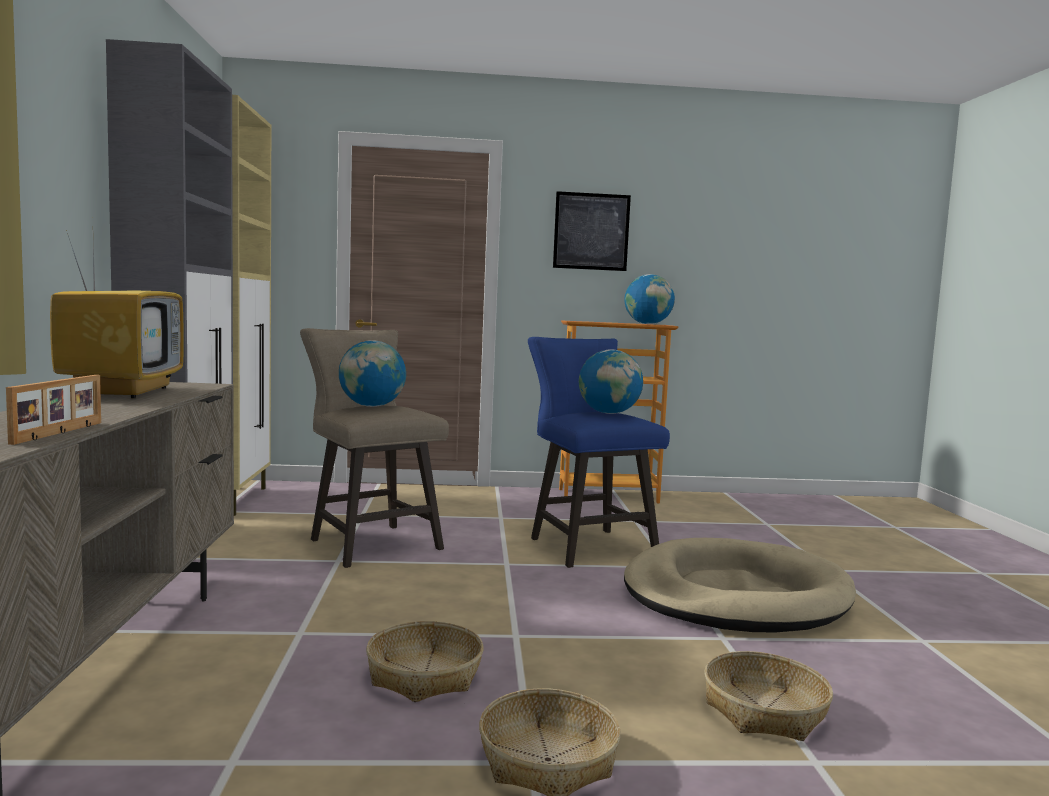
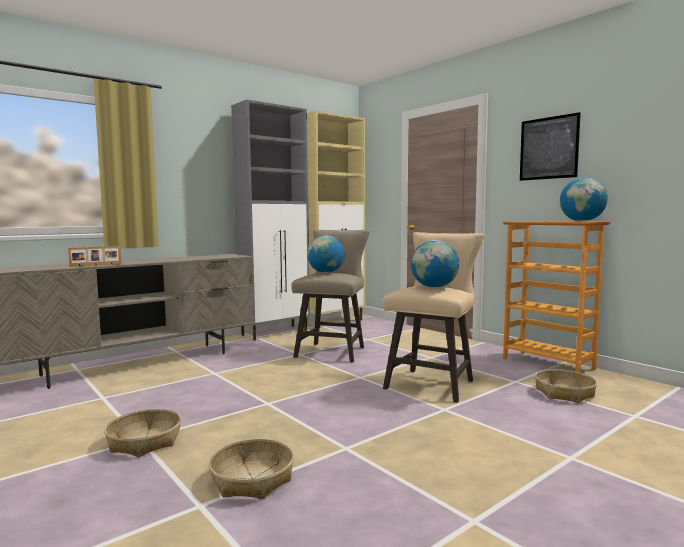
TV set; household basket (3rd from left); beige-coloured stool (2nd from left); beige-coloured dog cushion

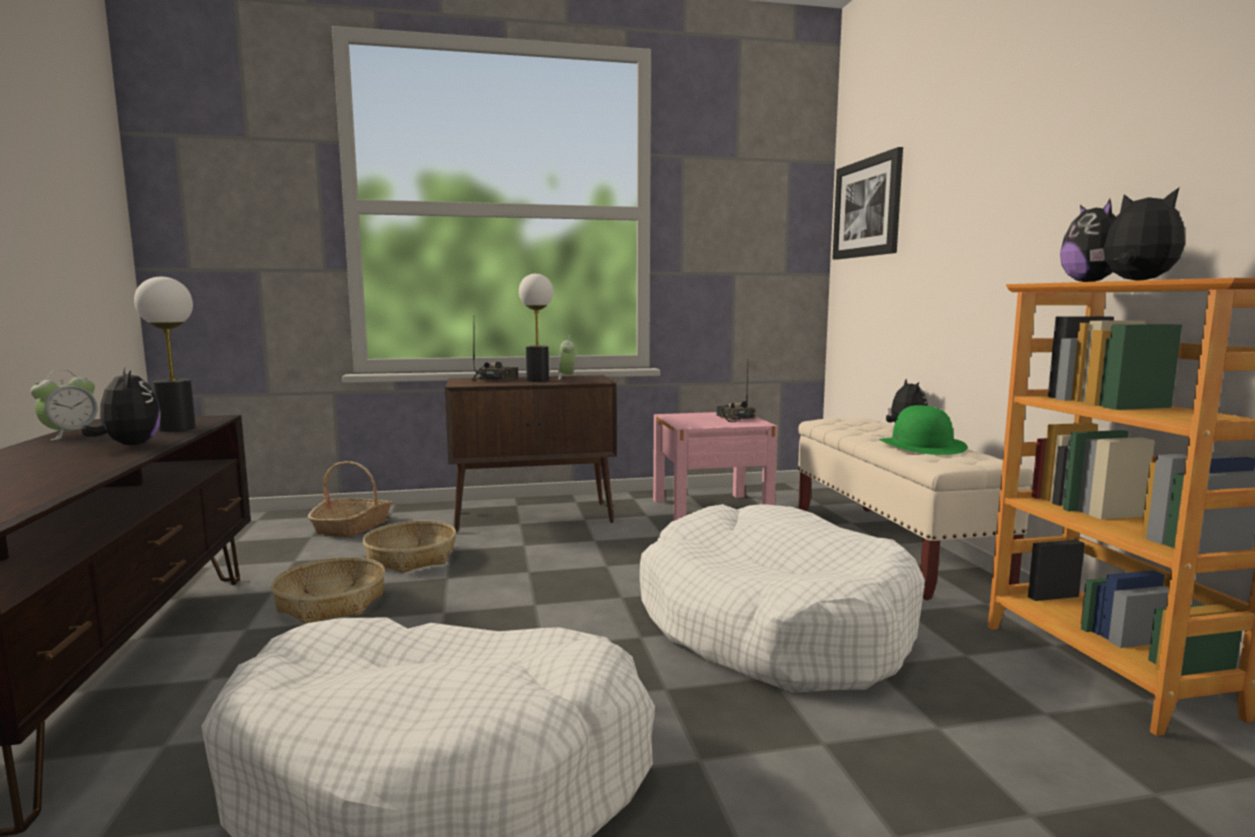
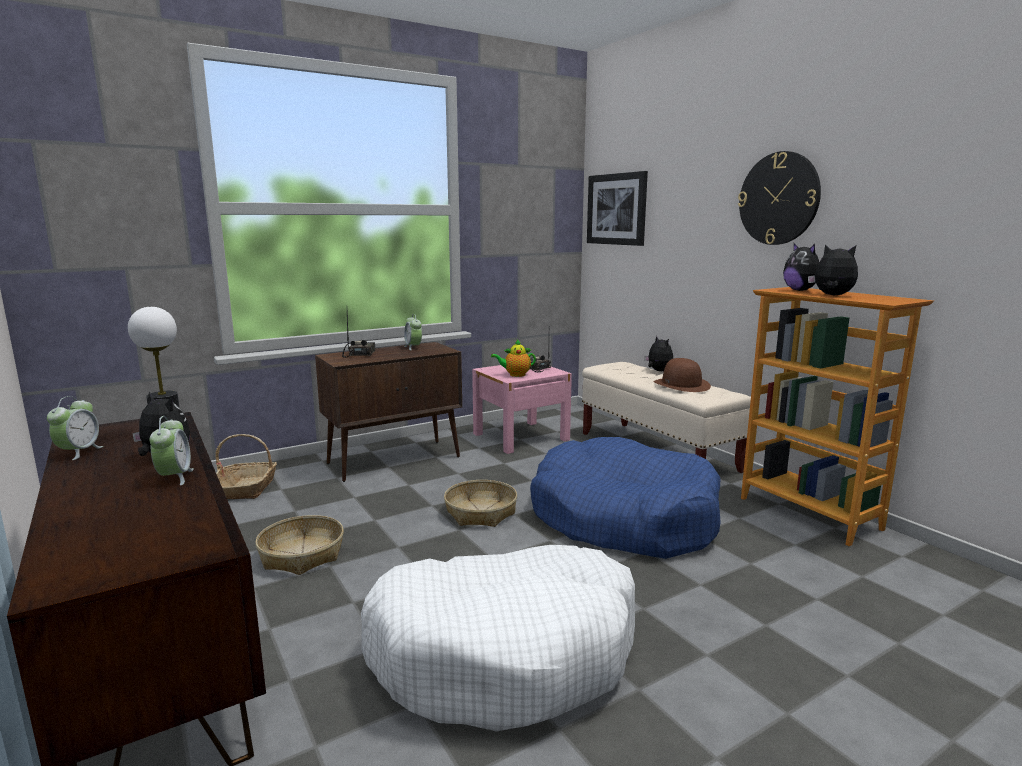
household basket (3rd from left); tabletop lamp (2nd from left in the first image); blue dog cushion; brown-coloured clothing hat; bedside clock (2nd from left); teapot; clock on the wall

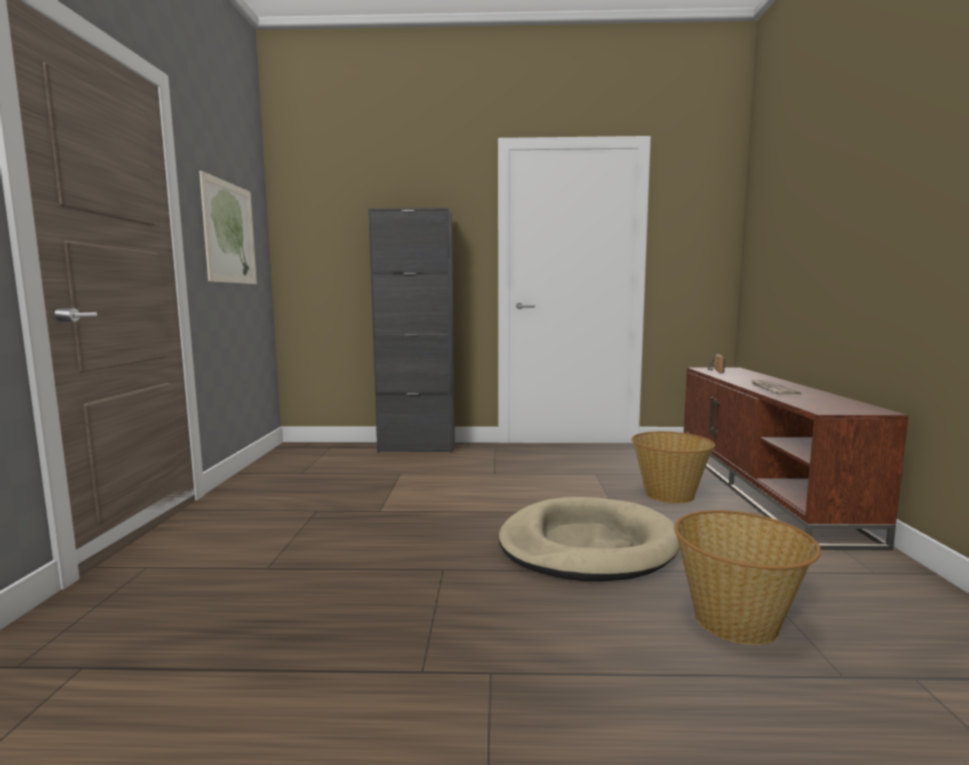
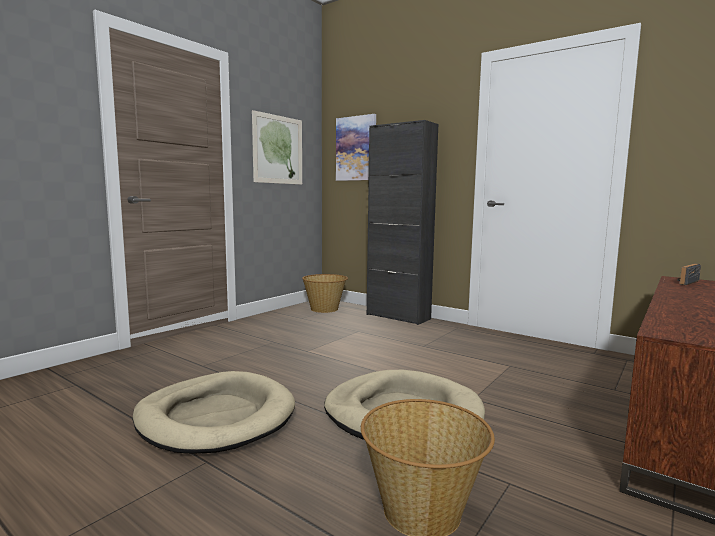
household basket (1st from left); printed paper; beige-coloured dog cushion (1st from left); wall art (2nd from left)

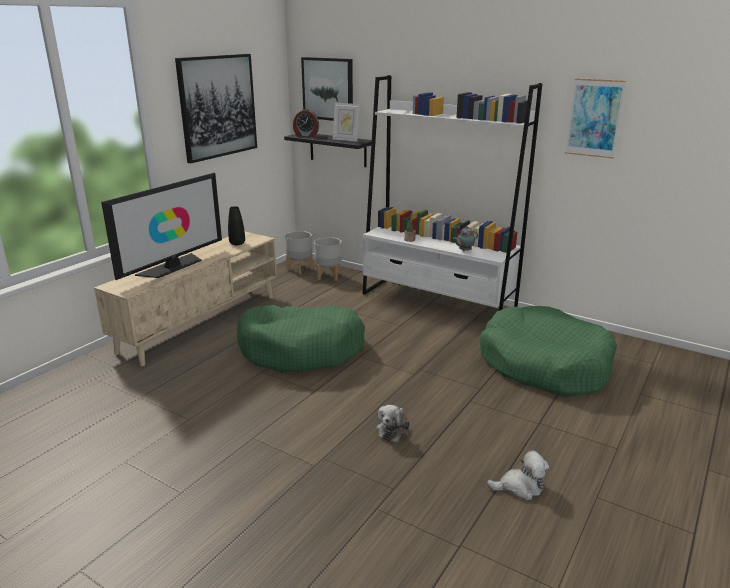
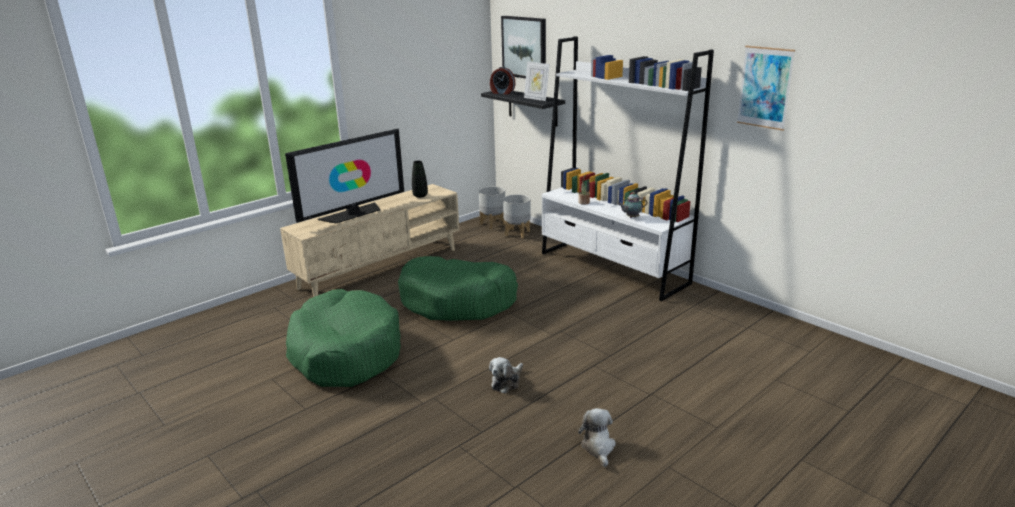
wall art (1st from left in the first image); green-coloured dog cushion (1st from left); plush toy (2nd from left)

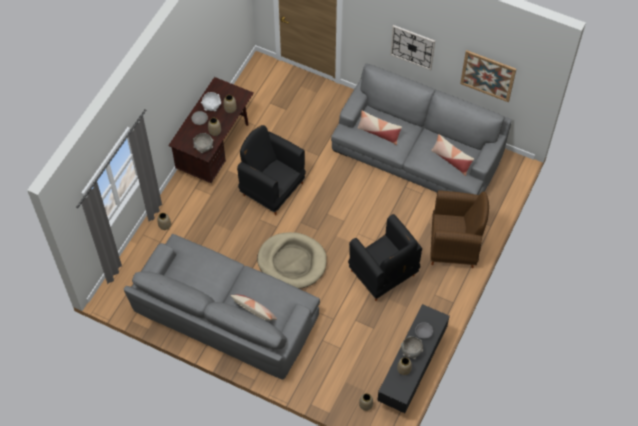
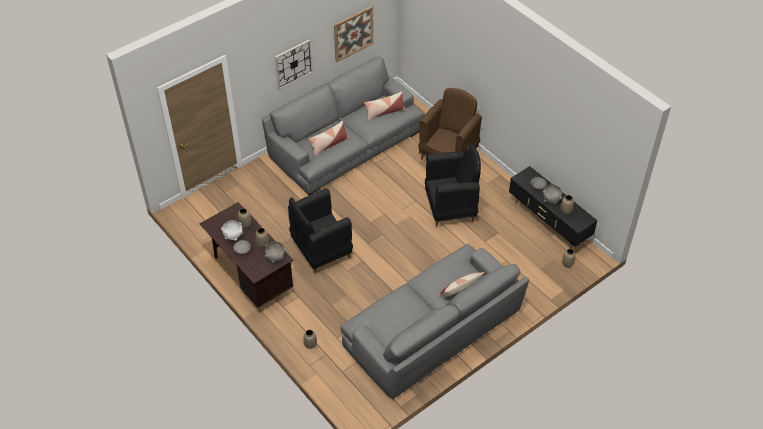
beige-coloured dog cushion

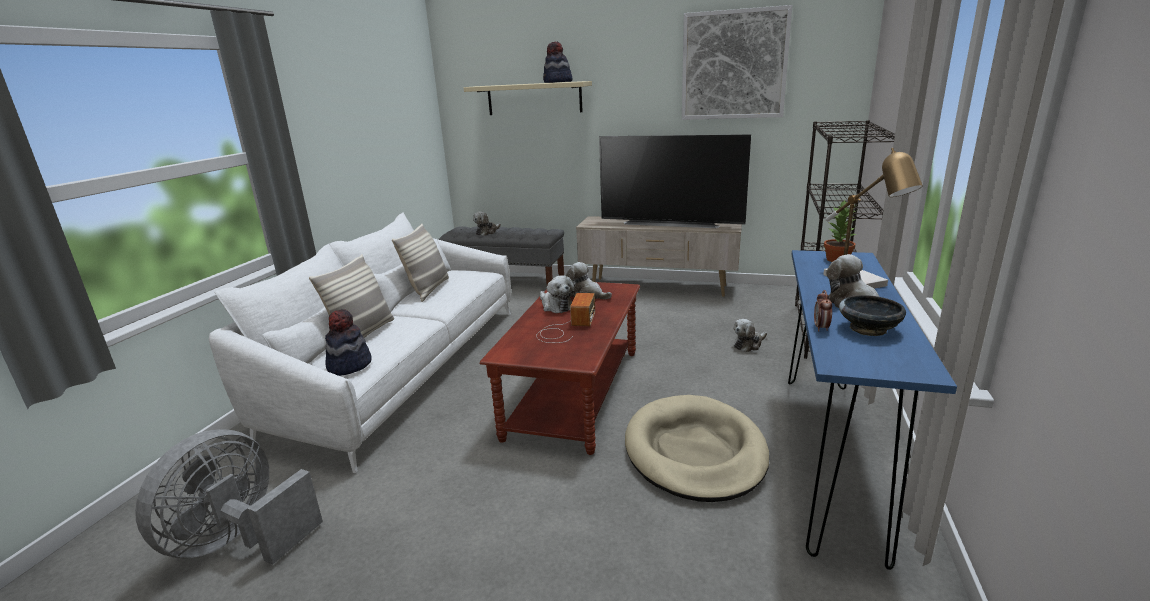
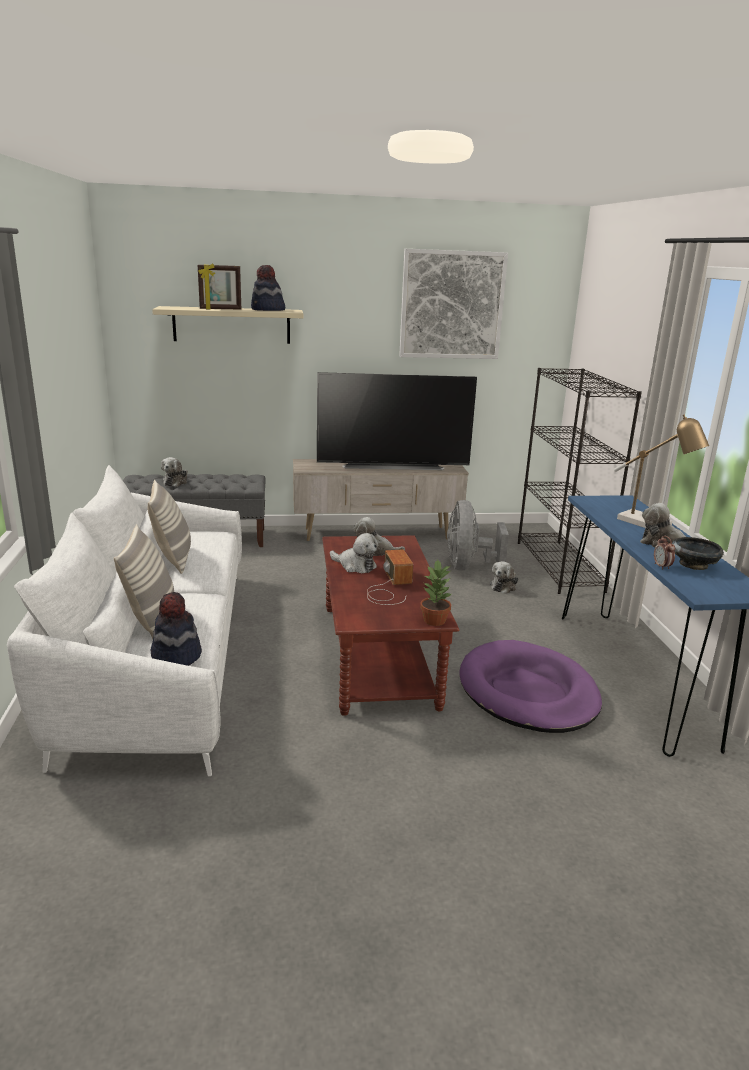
gray cooling fan; purplish dog cushion; houseplant; standing frame

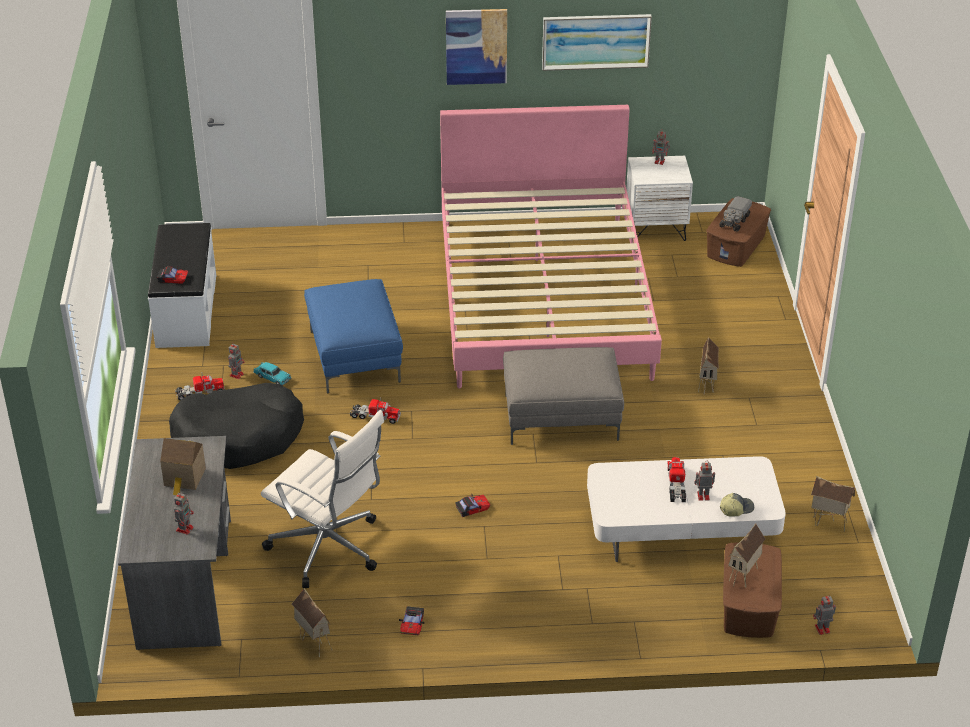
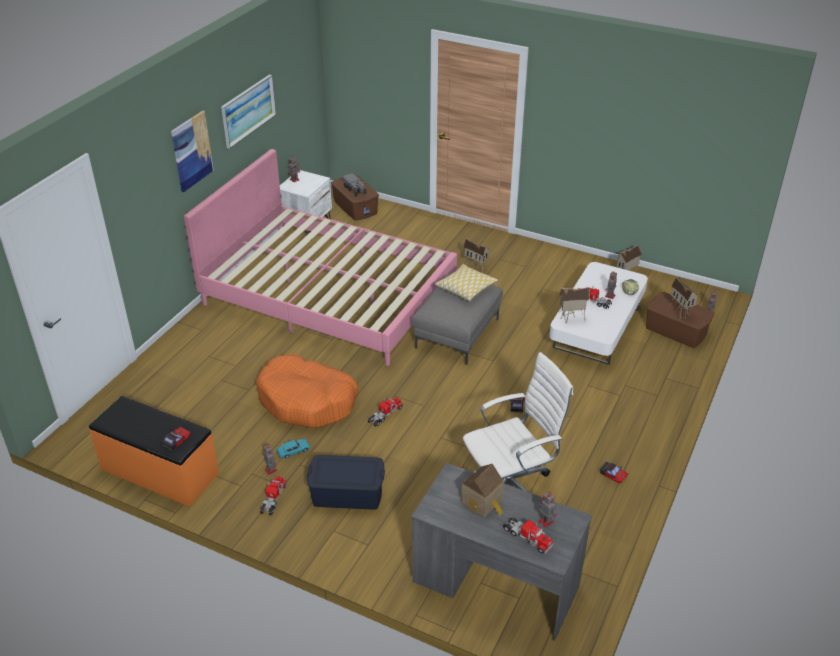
orange-coloured indoor bench; blue storage box; miniature house (3rd from left); orange-coloured dog cushion; cushion; toy lorry (4th from left)

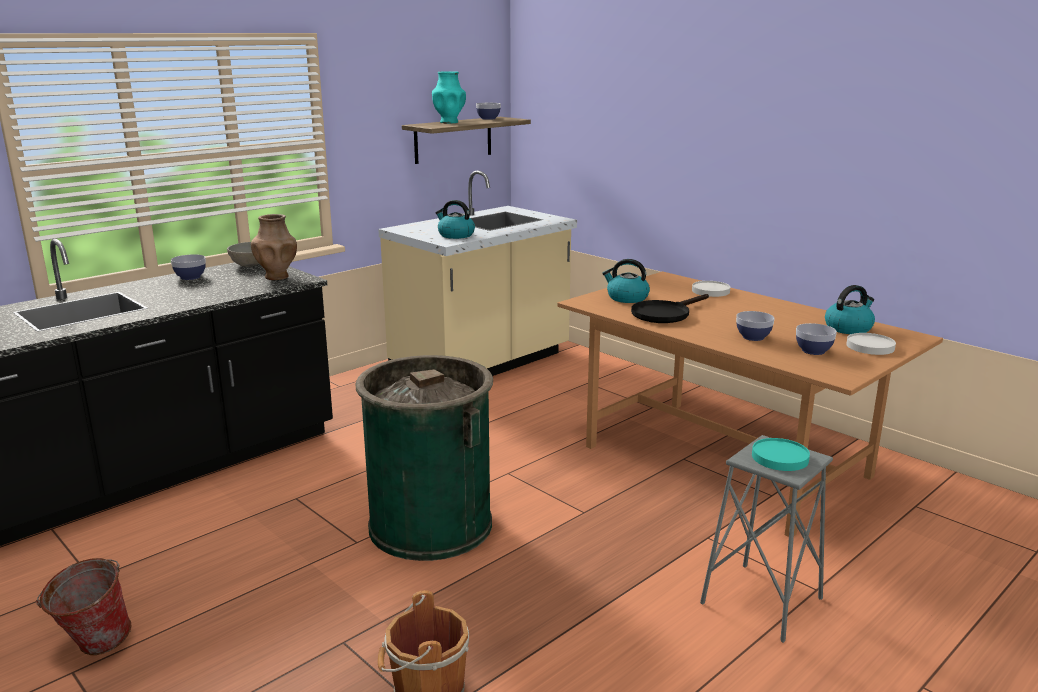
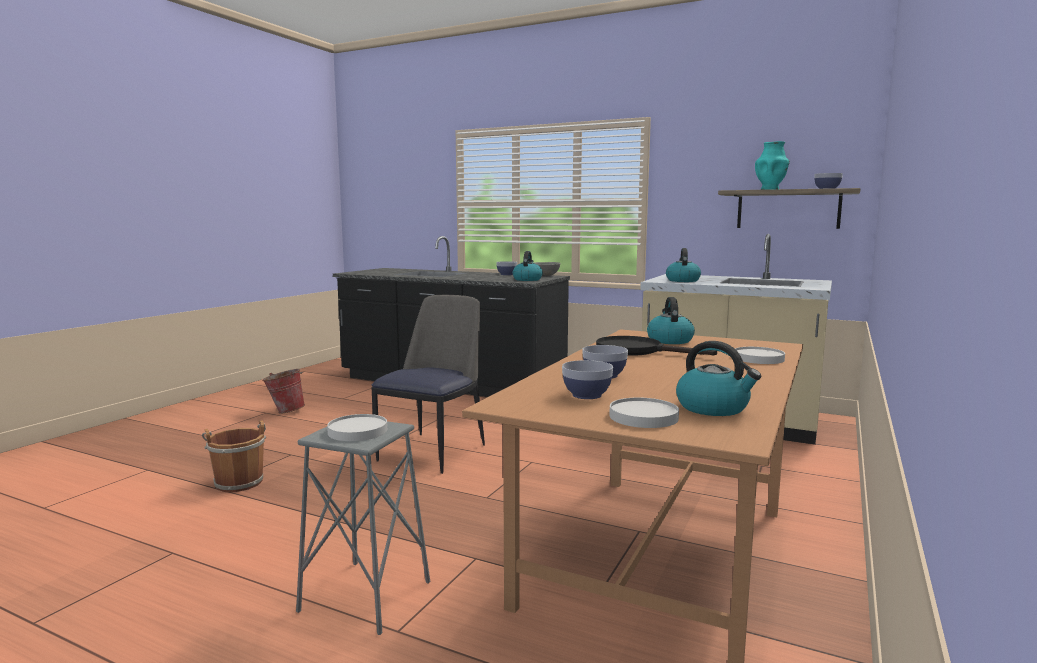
tea kettle (1st from left); upright chair; white dinner plate (1st from left)

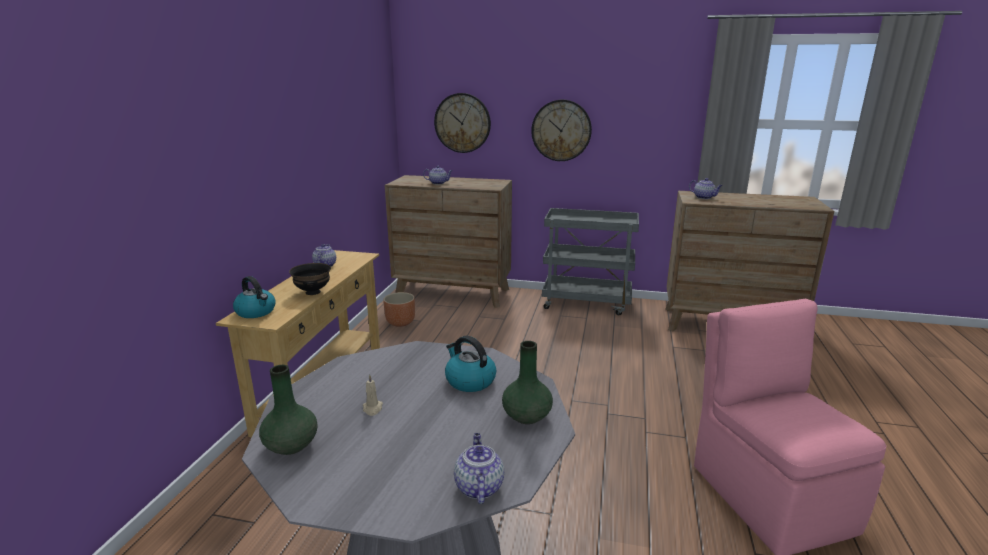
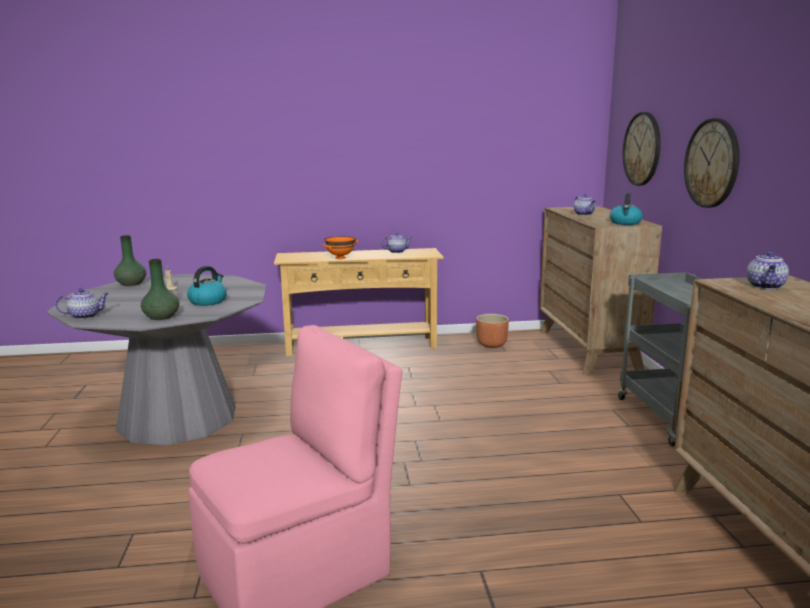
tea kettle (2nd from left); orange-coloured bowl

